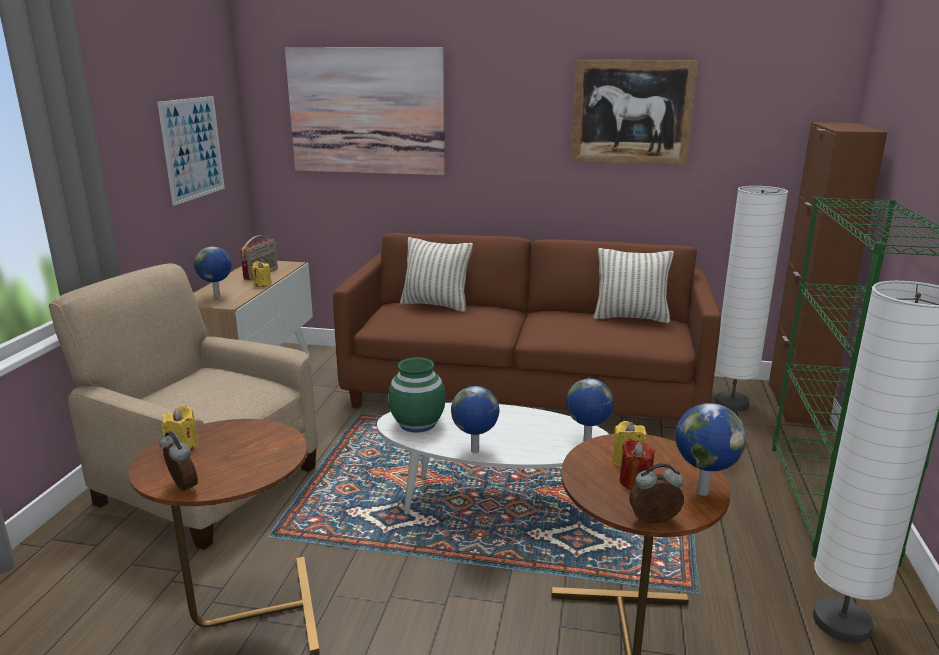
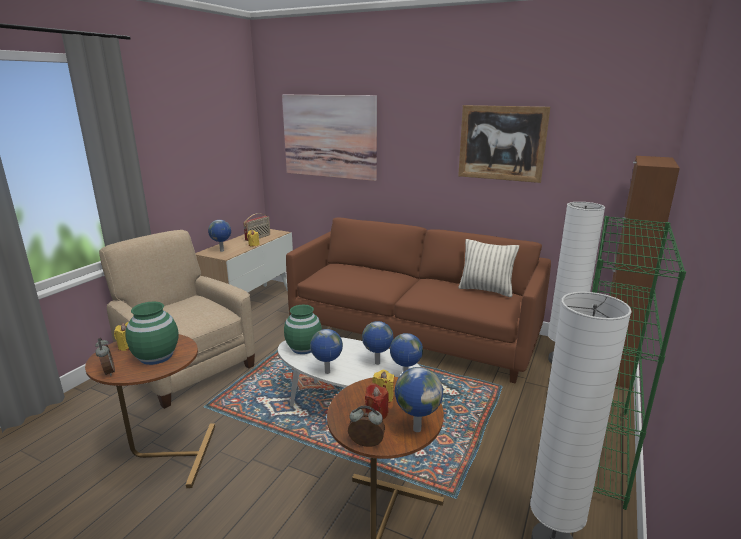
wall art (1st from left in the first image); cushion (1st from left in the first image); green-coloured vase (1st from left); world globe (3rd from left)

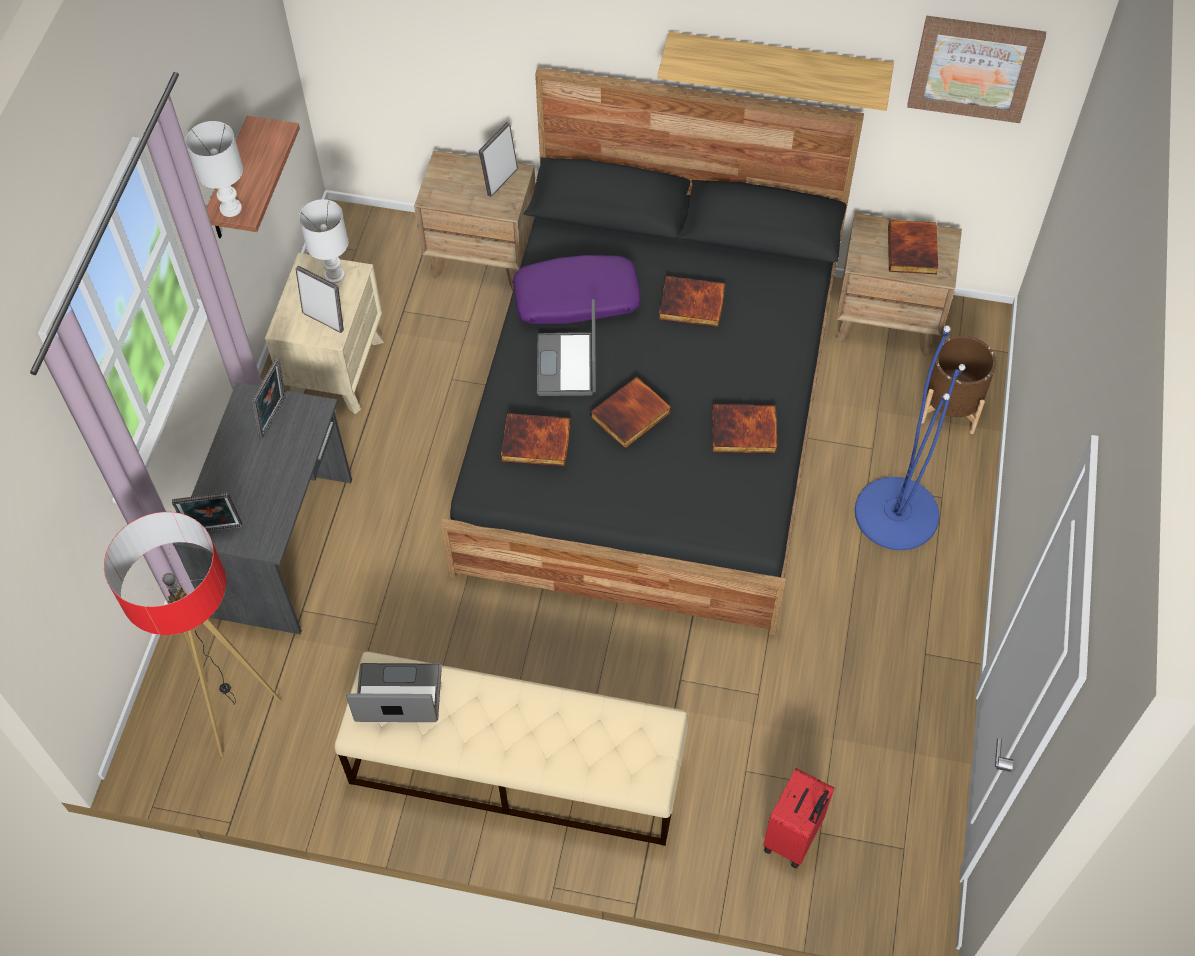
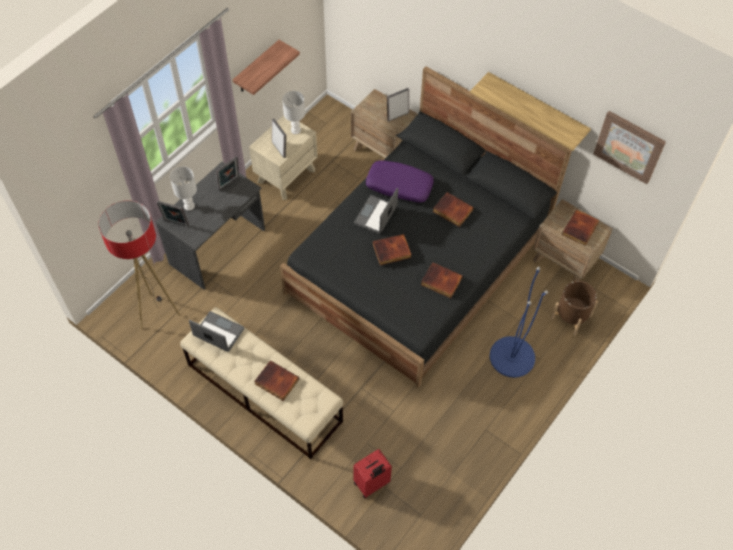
white tabletop lamp (1st from left); book (1st from left)

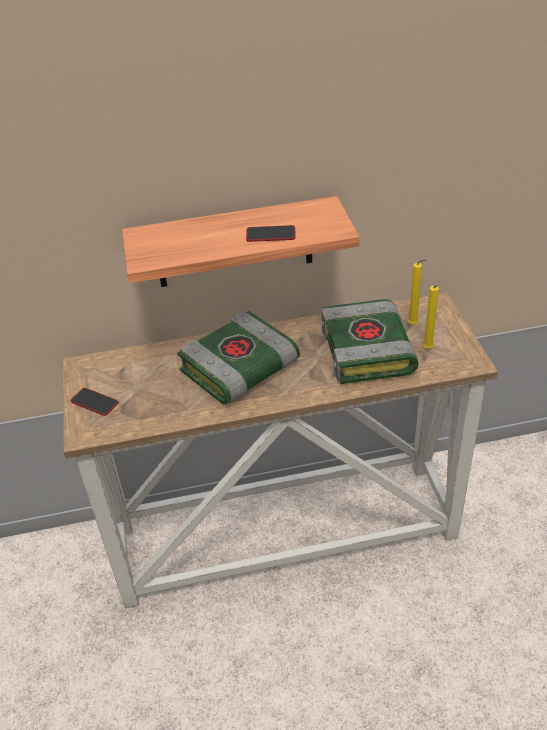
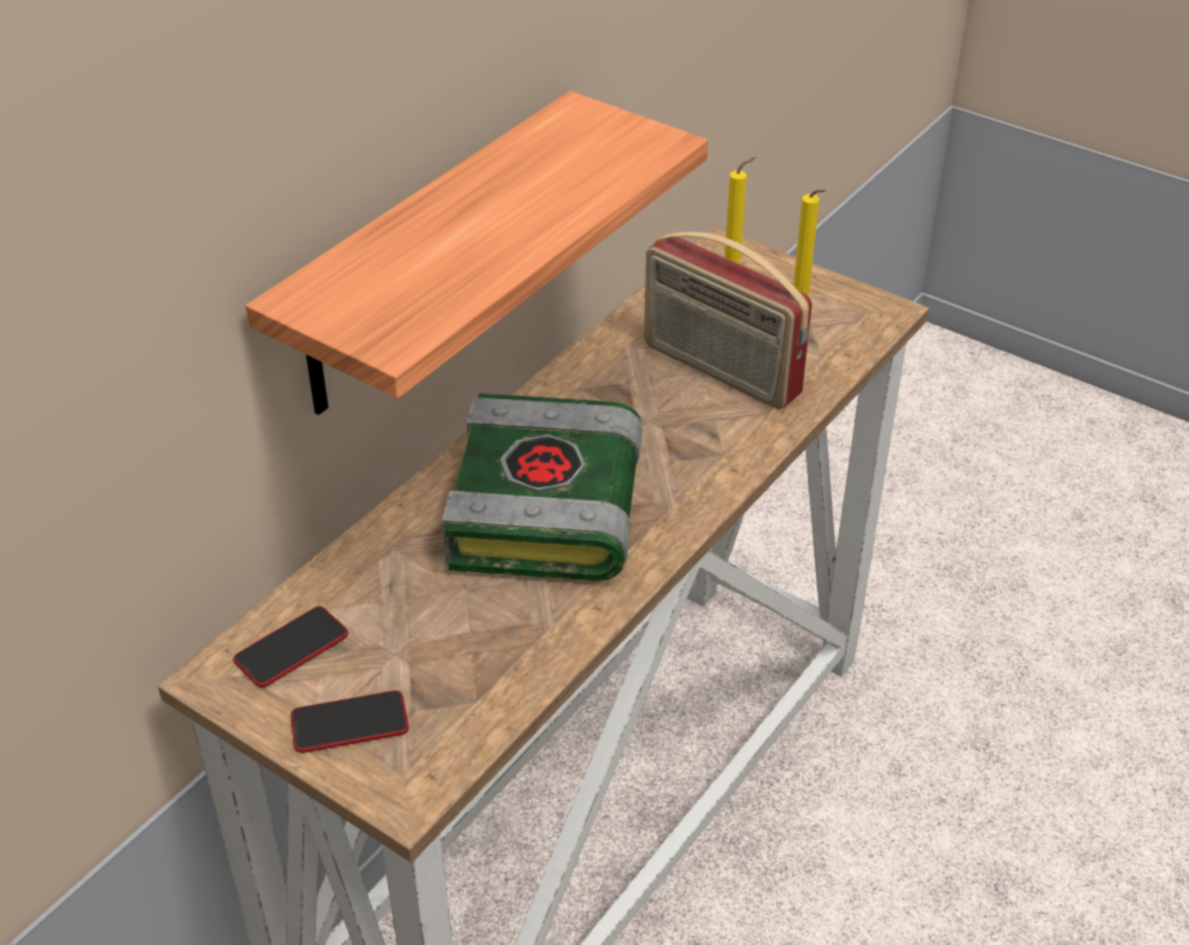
phone (1st from left); radio set

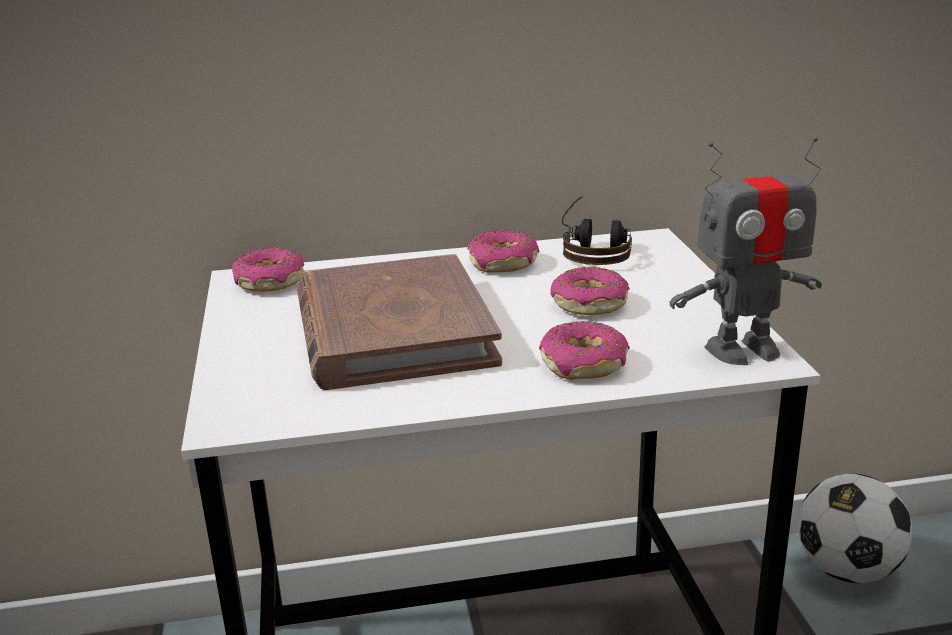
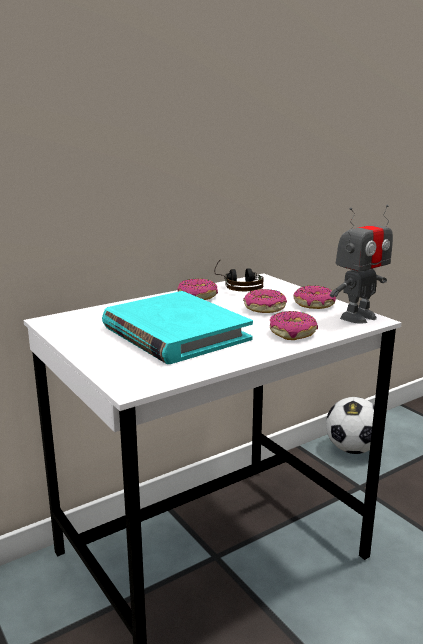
ring doughnut (4th from left); turquoise book

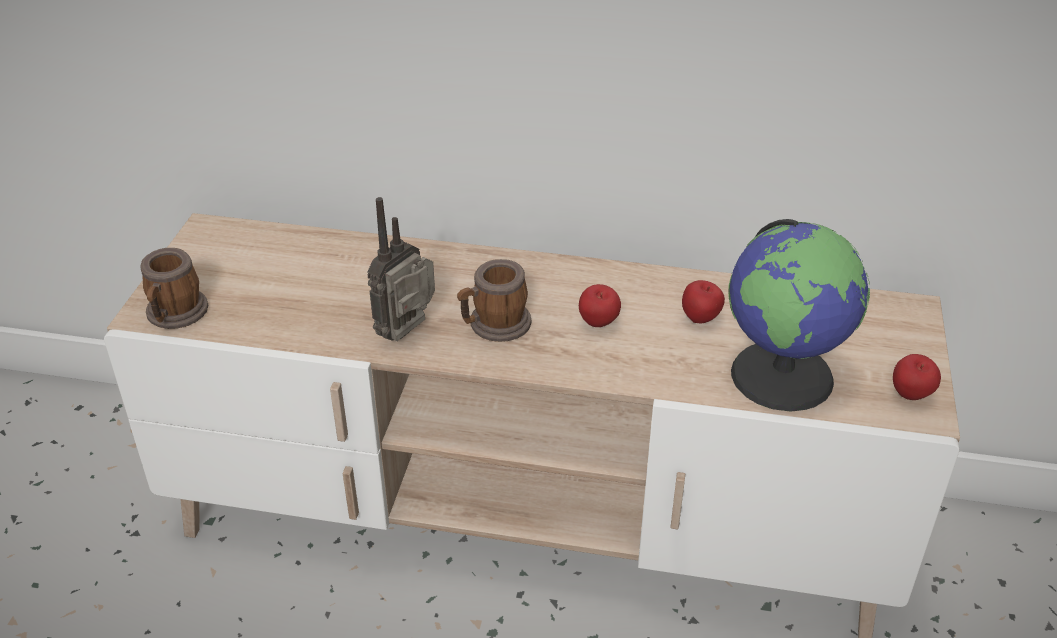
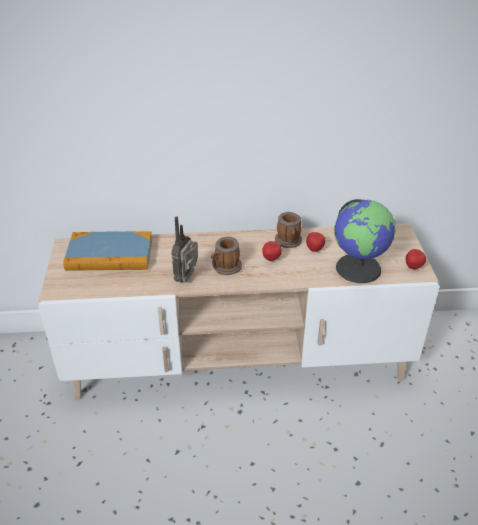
mug (2nd from left); book

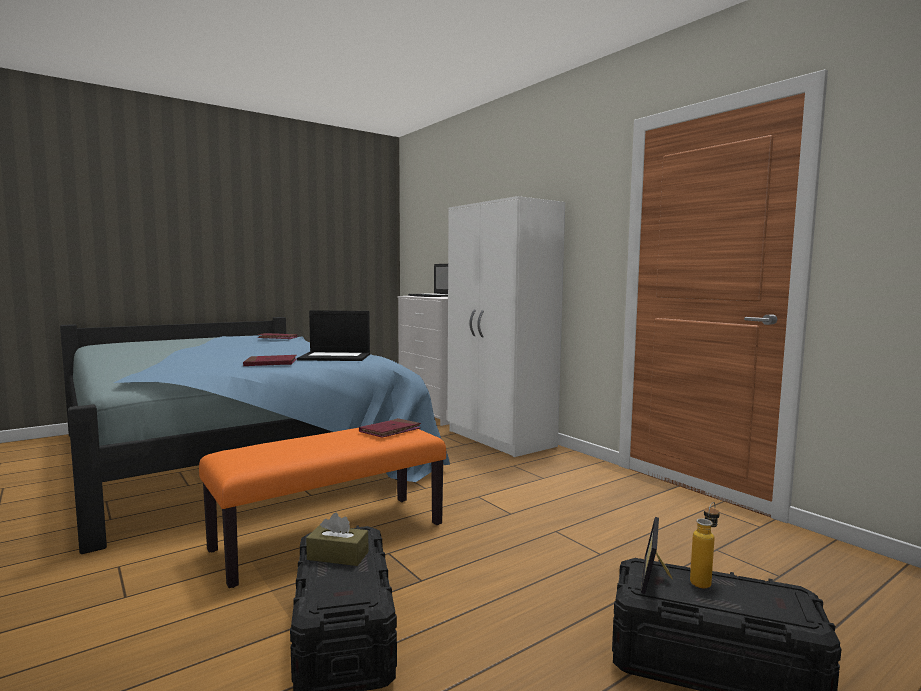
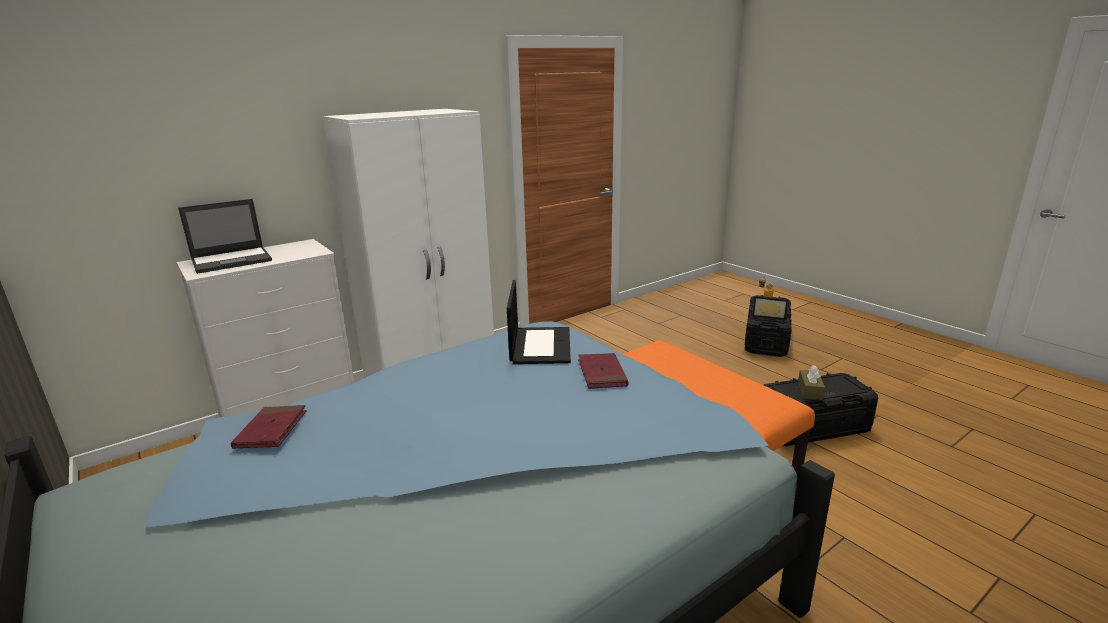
red book (3rd from left in the first image)

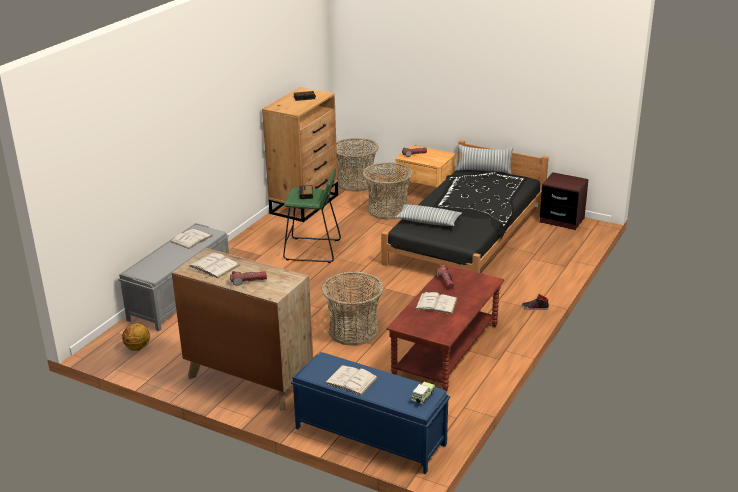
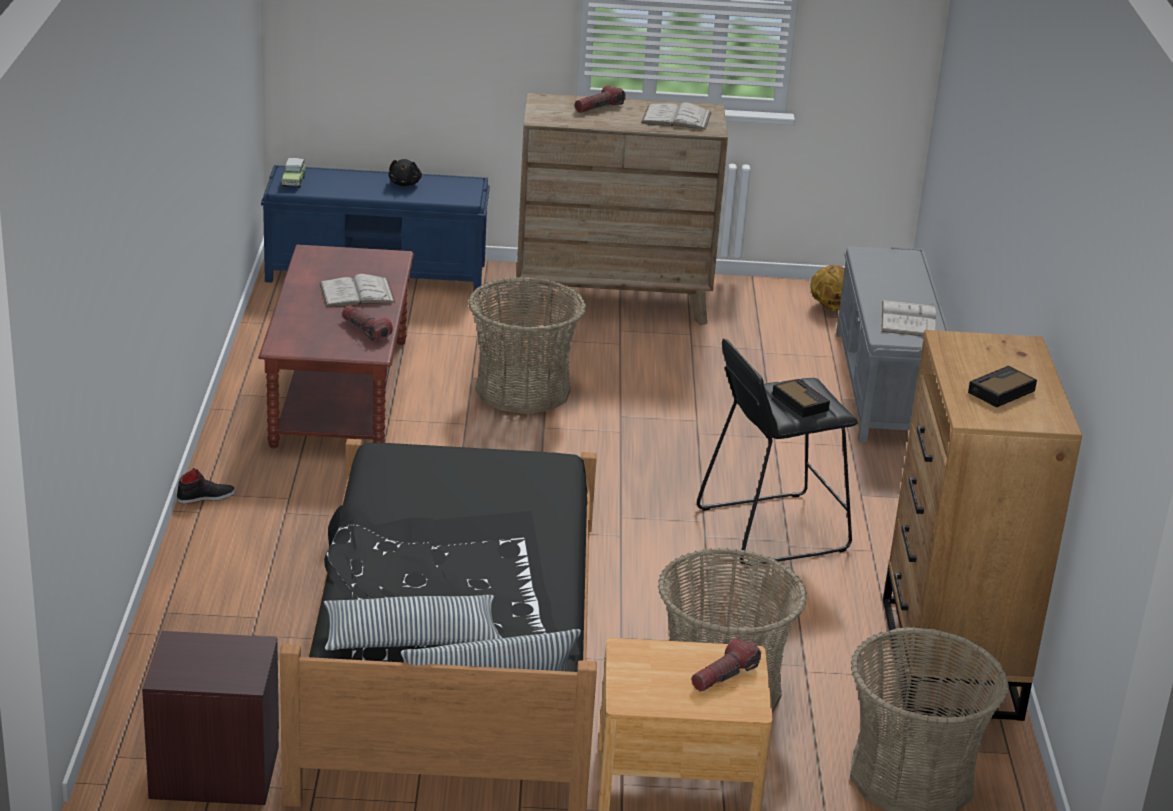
black-coloured stool; black-coloured plush toy; cushion (1st from left)

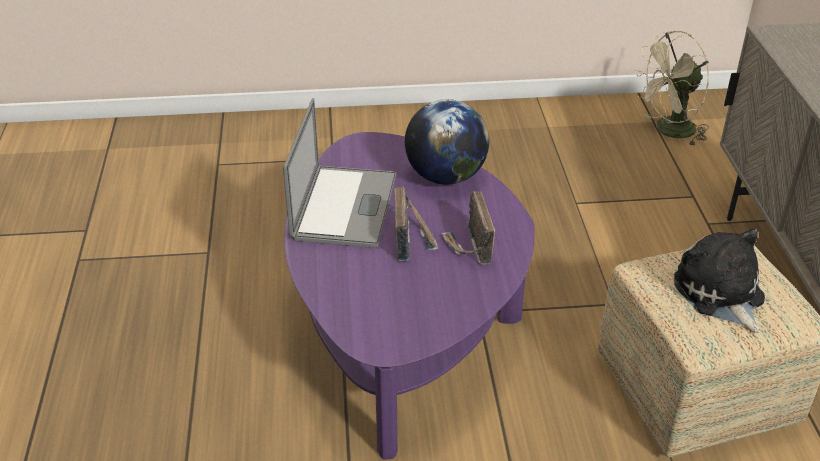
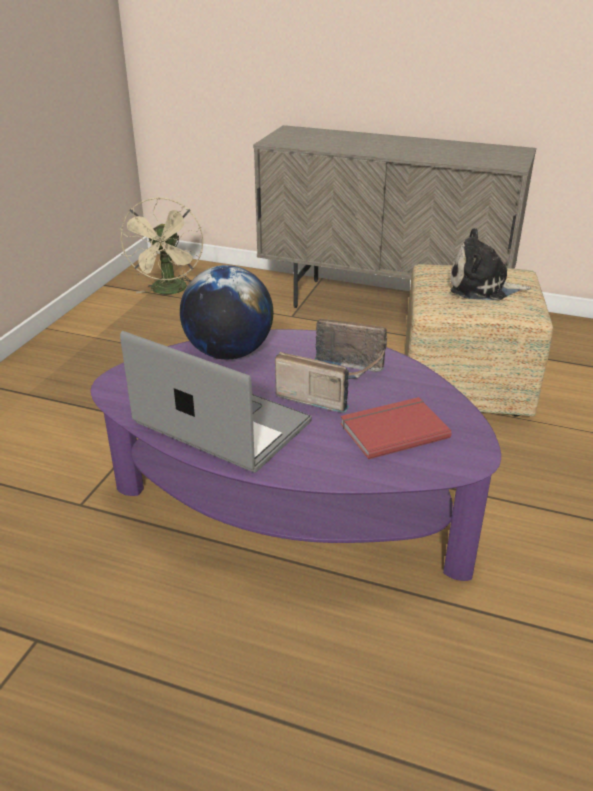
red book

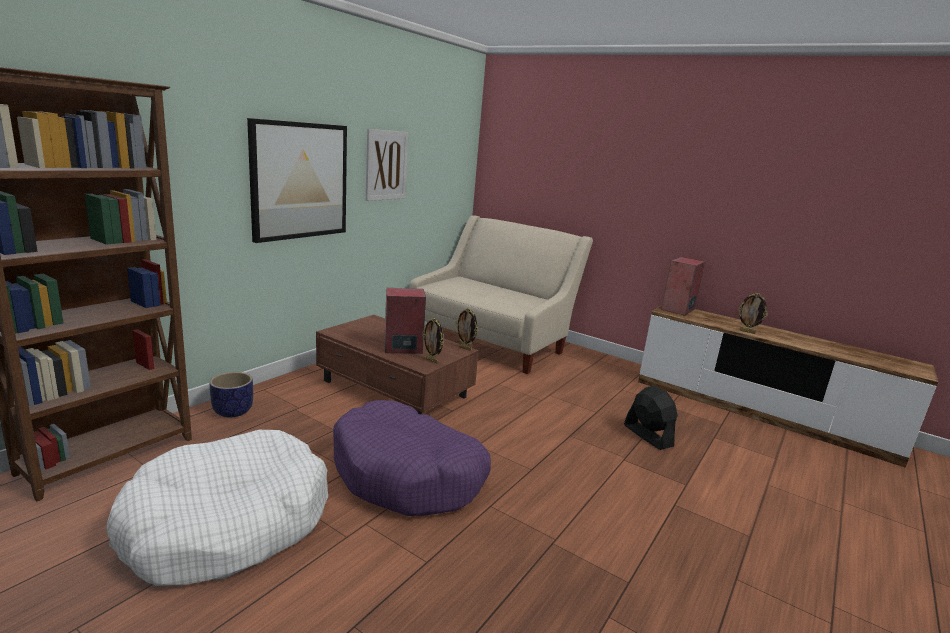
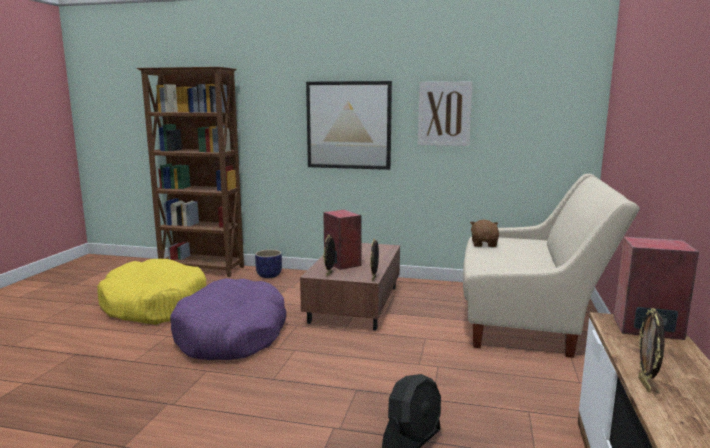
yellowish dog cushion; brown-coloured plush toy

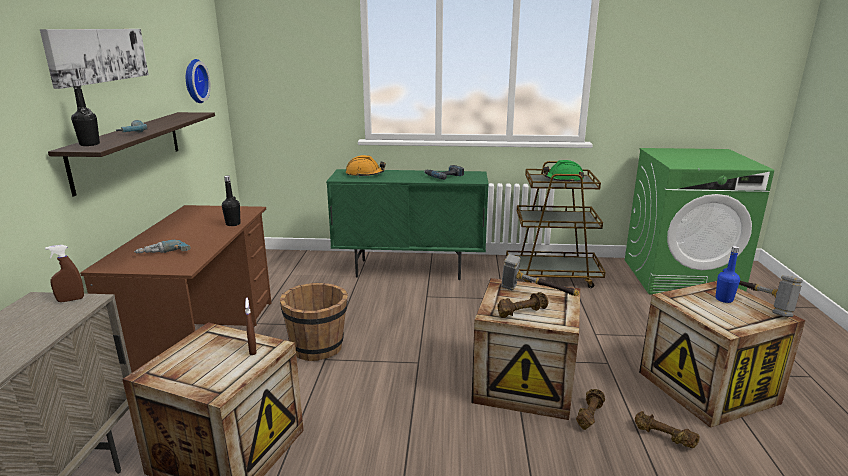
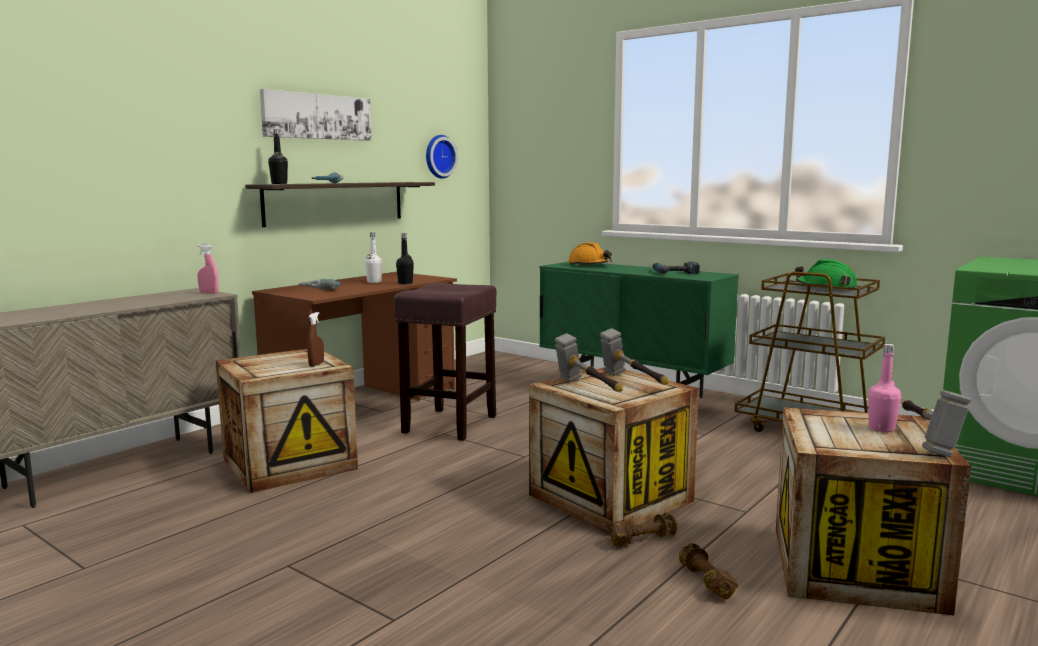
pinkish sprayer; brown-coloured stool; hammer (1st from left); pinkish beverage bottle; white beverage bottle

